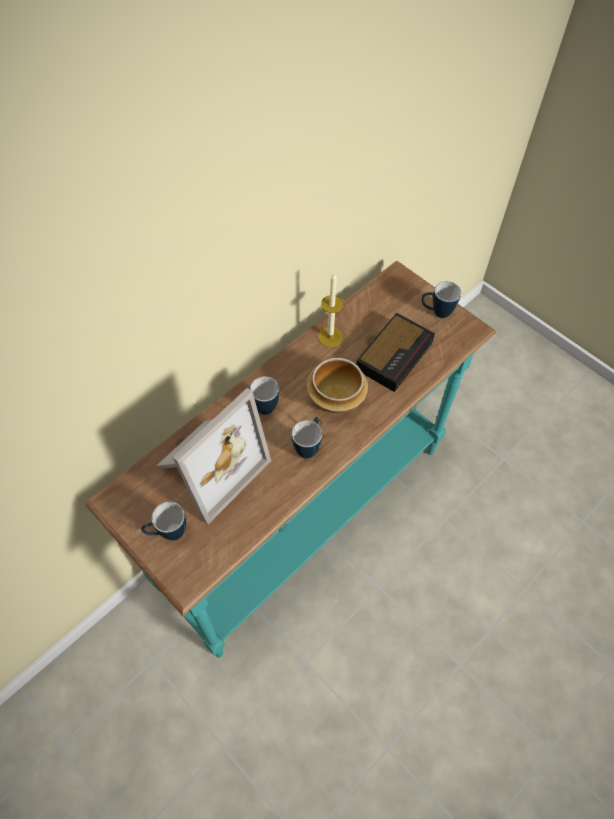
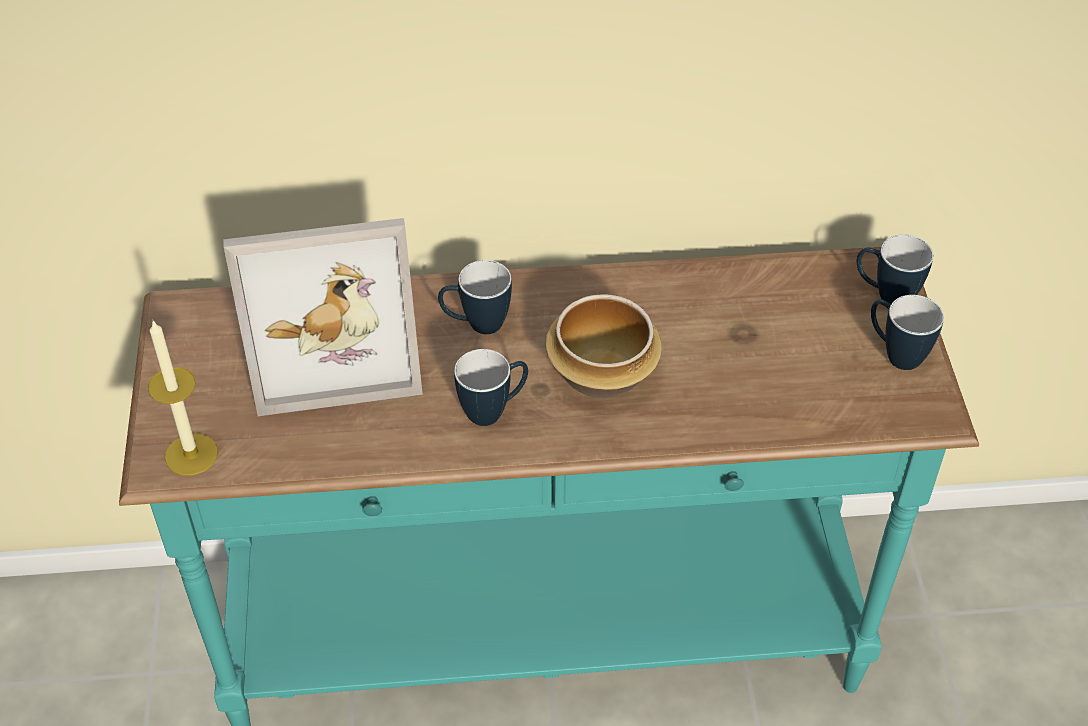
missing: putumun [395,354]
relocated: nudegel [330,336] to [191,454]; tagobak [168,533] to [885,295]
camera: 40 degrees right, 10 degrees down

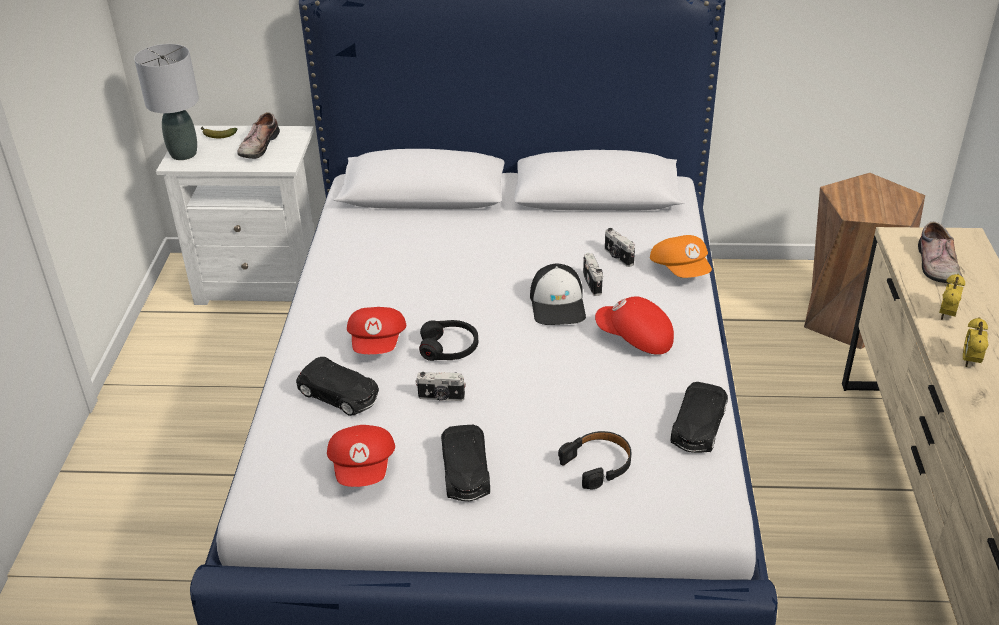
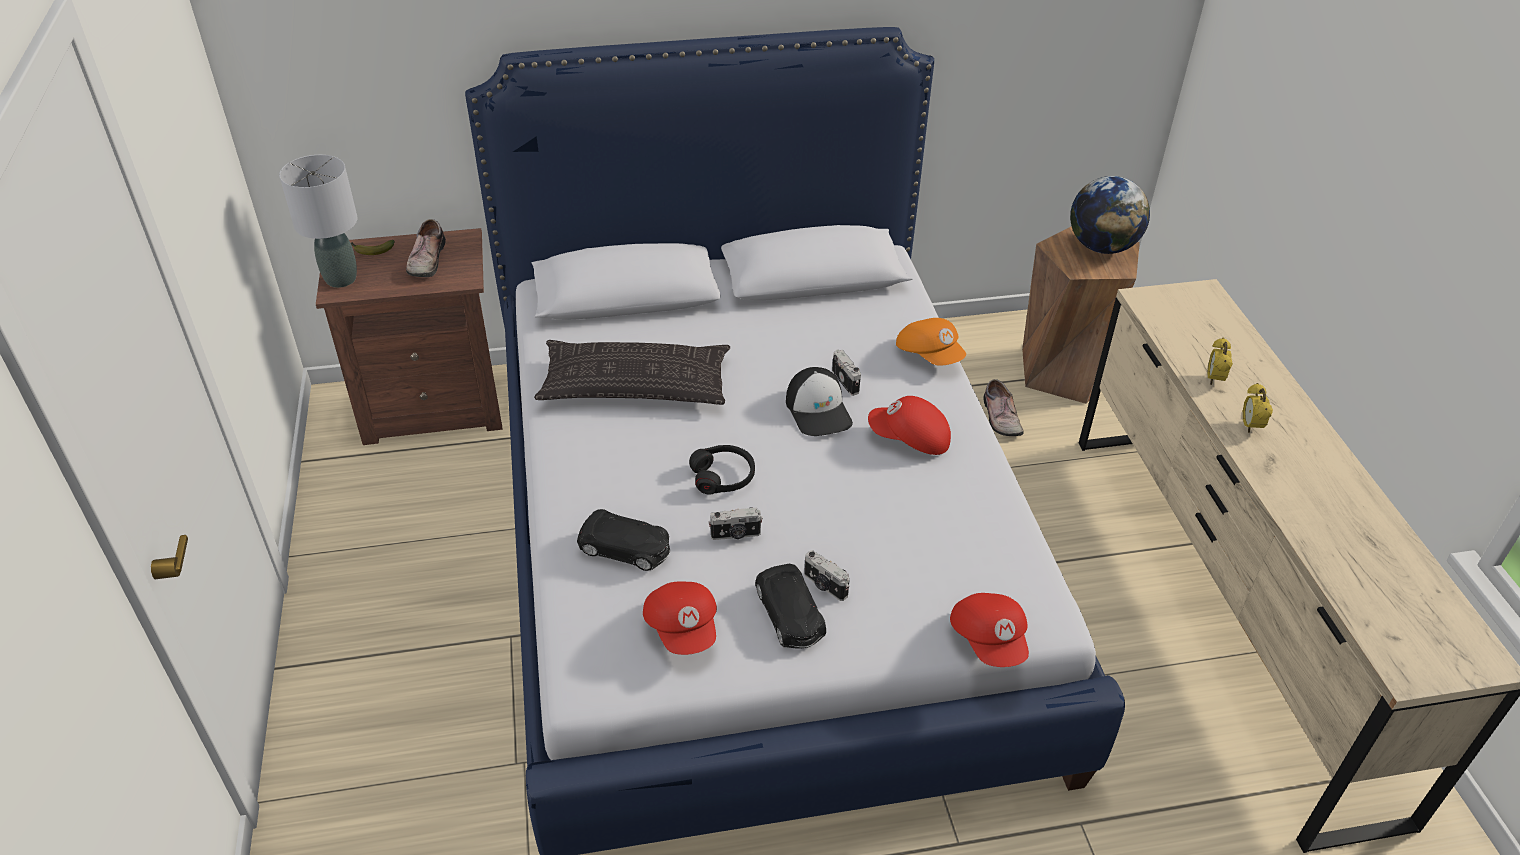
missing: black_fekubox [598,464]; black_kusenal [698,426]
appeared: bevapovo [634,384]; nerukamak [1102,247]
relocated: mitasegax [617,257] to [824,586]; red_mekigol [378,343] to [989,640]; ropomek [935,264] to [999,417]
colour: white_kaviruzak [263,281] to brown_kaviruzak [435,407]
camera: 15 degrees left, 5 degrees up

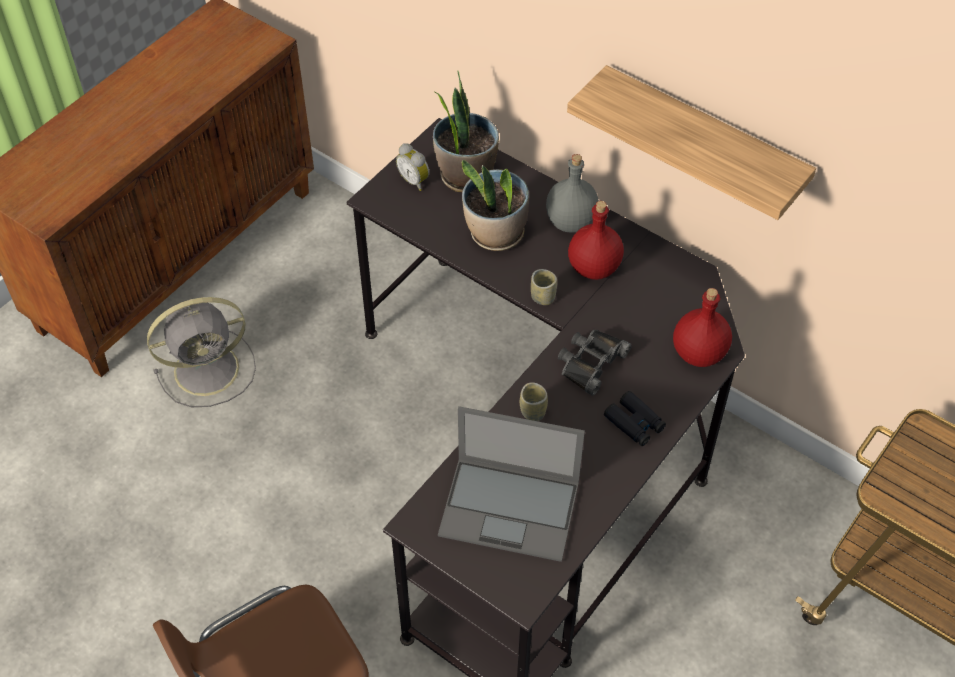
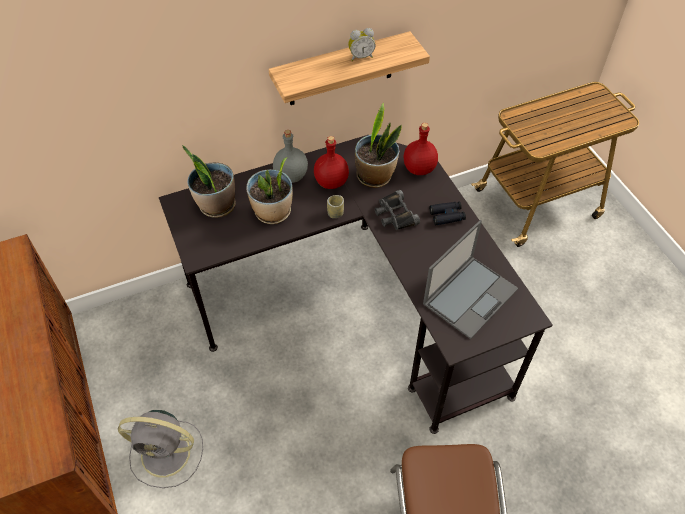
missing: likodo [533,412]
appeared: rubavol [375,176]
relocated: putumun [415,180] to [361,56]
spun: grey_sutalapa [209,368] = [168,454] 90 degrees clockwise
camera: 60 degrees left, 0 degrees up

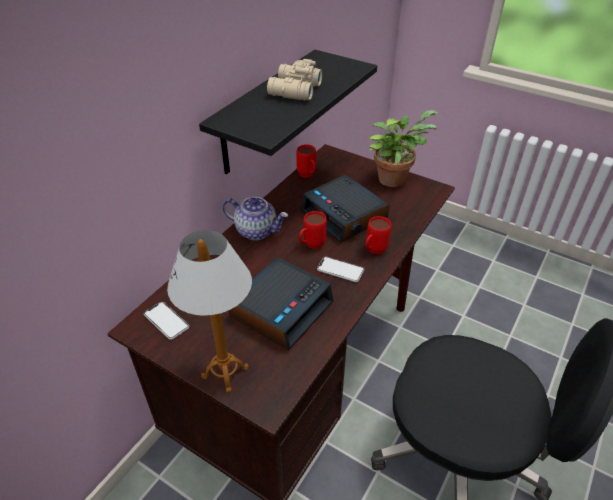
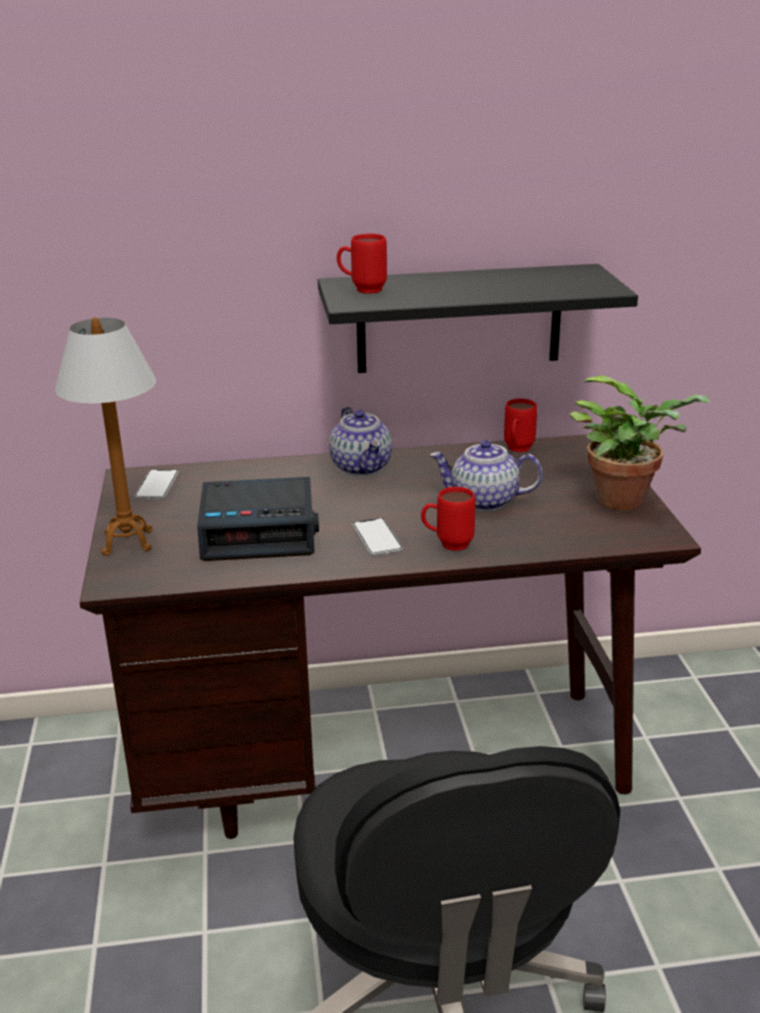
missing: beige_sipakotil [293,90]
relocated: red_tagobak [311,246] to [362,290]
exchanged: putumun [345,215] to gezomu [483,501]
camera: 50 degrees right, 15 degrees down

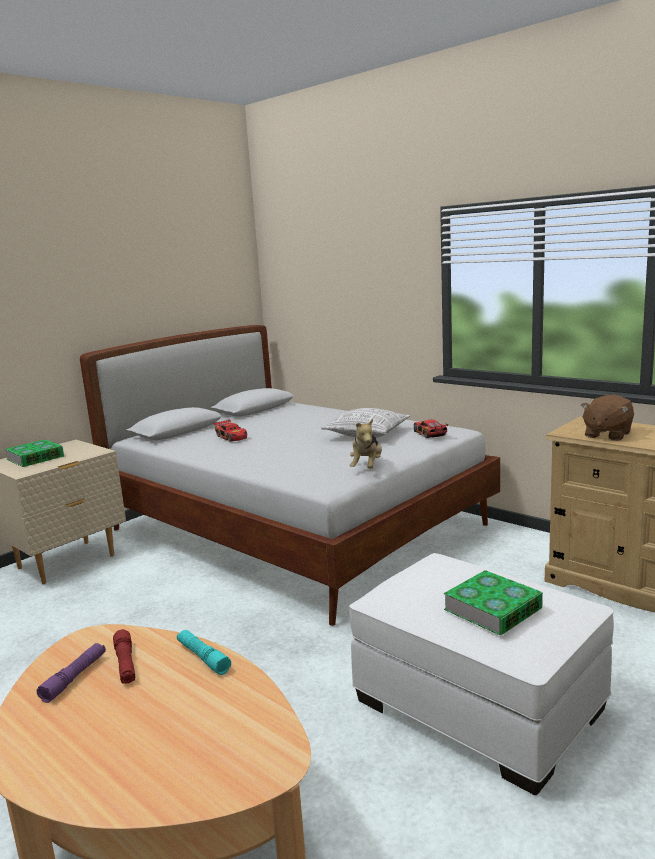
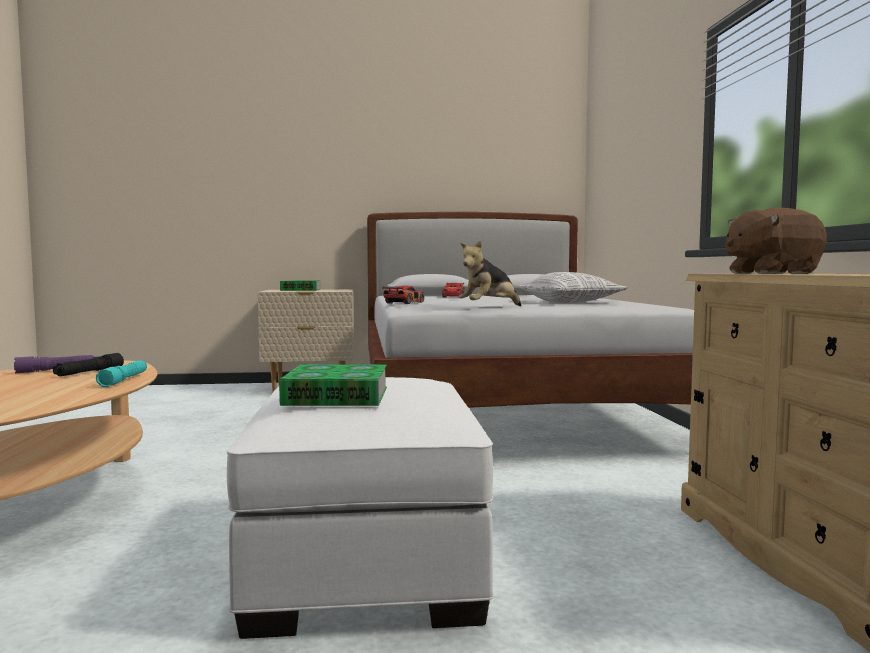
relocated: kusenal [429,434] to [404,303]
colour: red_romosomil [125,664] to black_romosomil [89,373]
camera: 40 degrees right, 10 degrees down

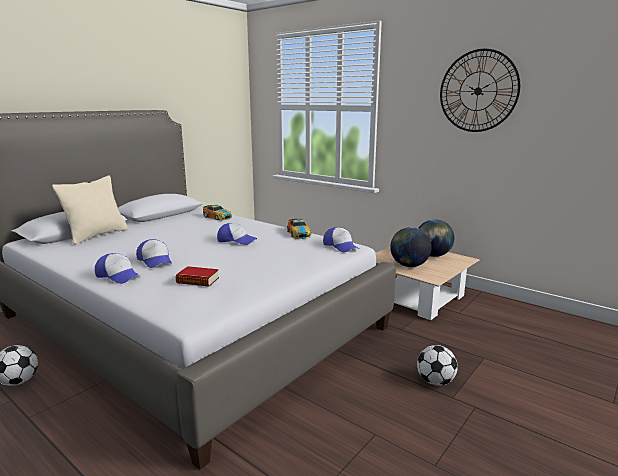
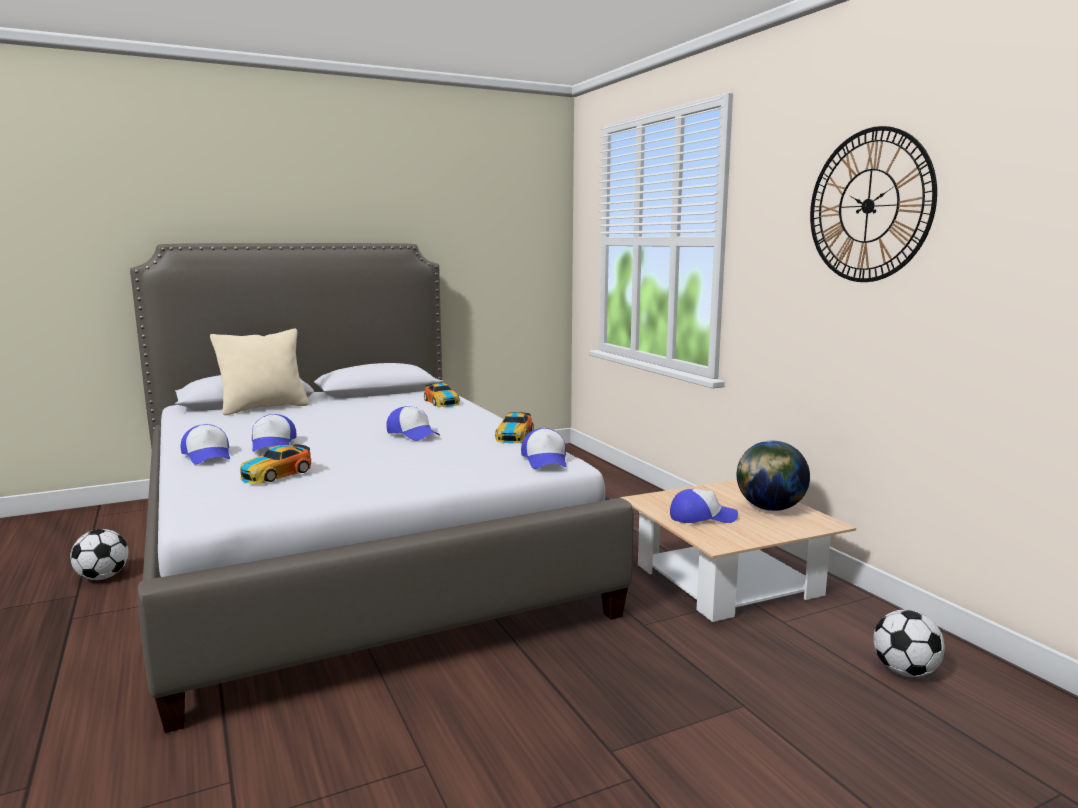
relocated: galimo [435,382] to [905,671]
exchanged: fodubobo [197,280] to kusenal [276,474]; nerukamak [409,265] to mekigol [702,517]
camera: 25 degrees right, 5 degrees down

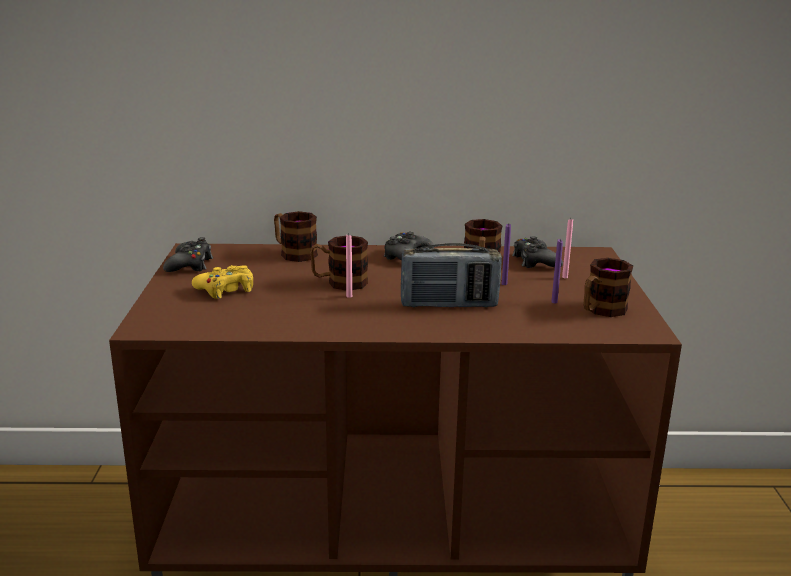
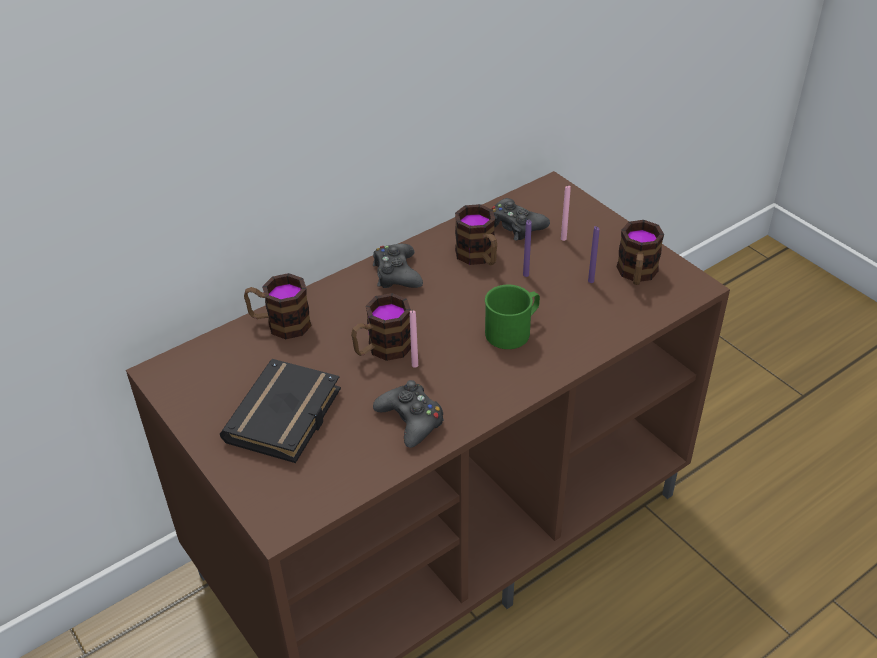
relocated: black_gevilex [190,265] to [411,420]
exchanged: yellow_gevilex [226,289] to black_fodubobo [285,419]; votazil [449,304] to green_tagobak [513,330]
camera: 35 degrees left, 20 degrees up

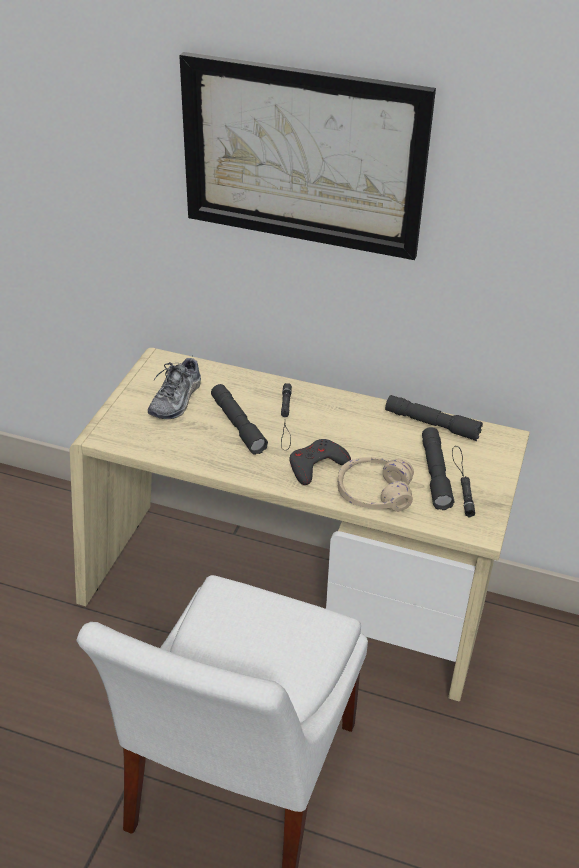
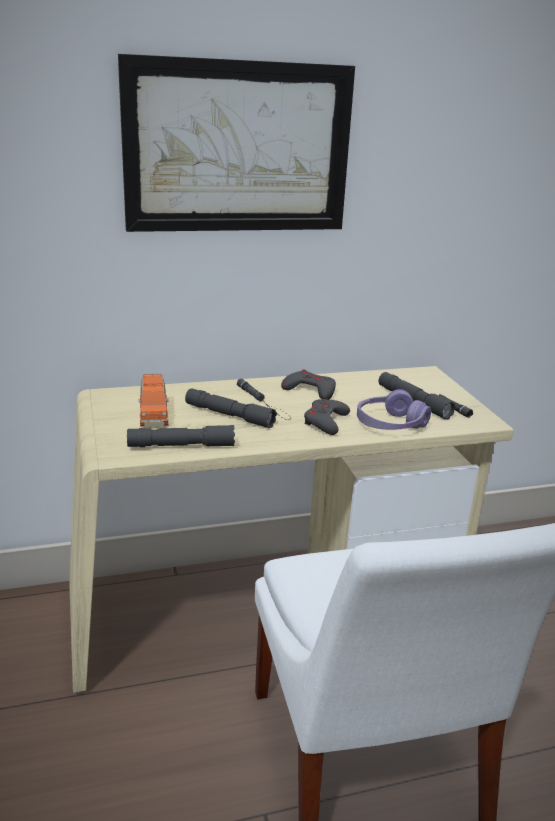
appeared: grey_gevilex [310,390]
relocated: grey_romosomil [432,424] to [181,446]
exchanged: ropomek [176,400] to orange_kusenal [153,414]
colour: beige_fekubox [374,493] to purple_fekubox [390,424]
camera: 35 degrees left, 15 degrees down

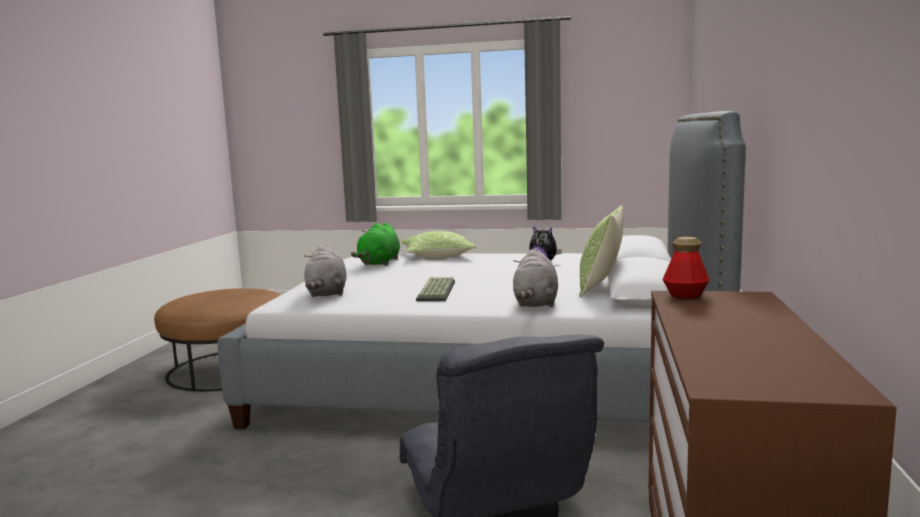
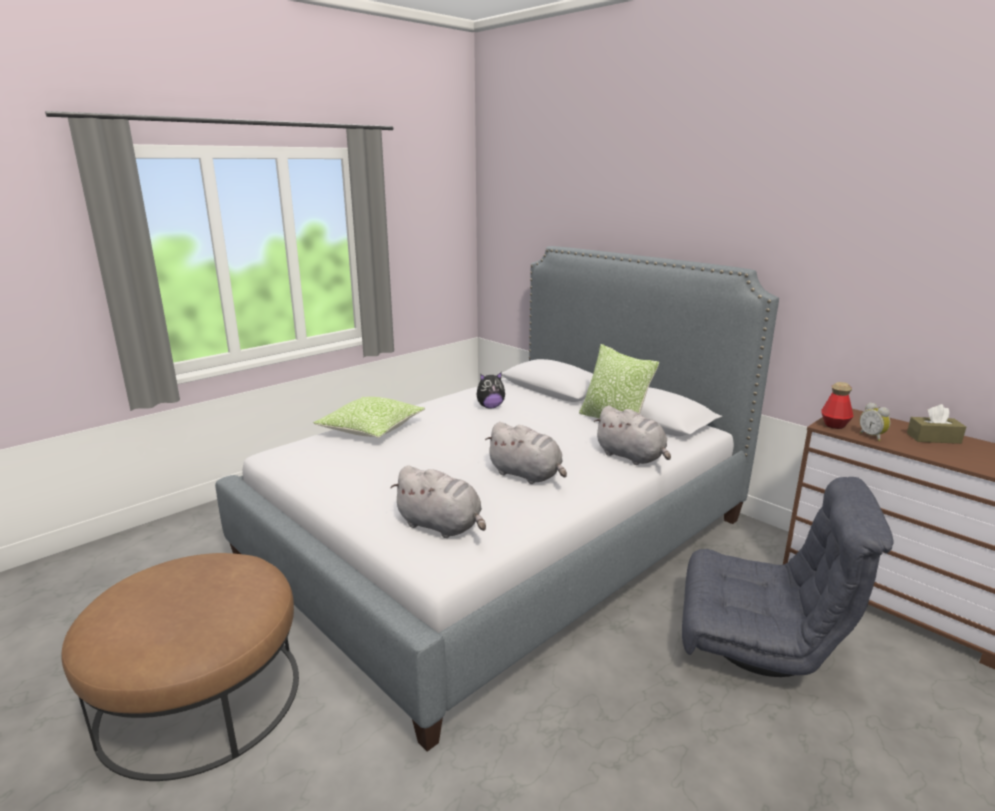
missing: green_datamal [379,263]
appeared: putumun [872,436]; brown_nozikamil [933,438]
exchanged: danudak [437,291] to grey_datamal [527,475]
camera: 55 degrees left, 10 degrees up

